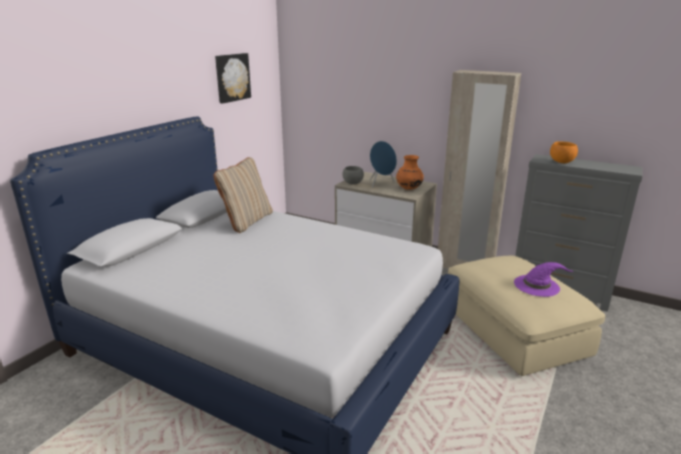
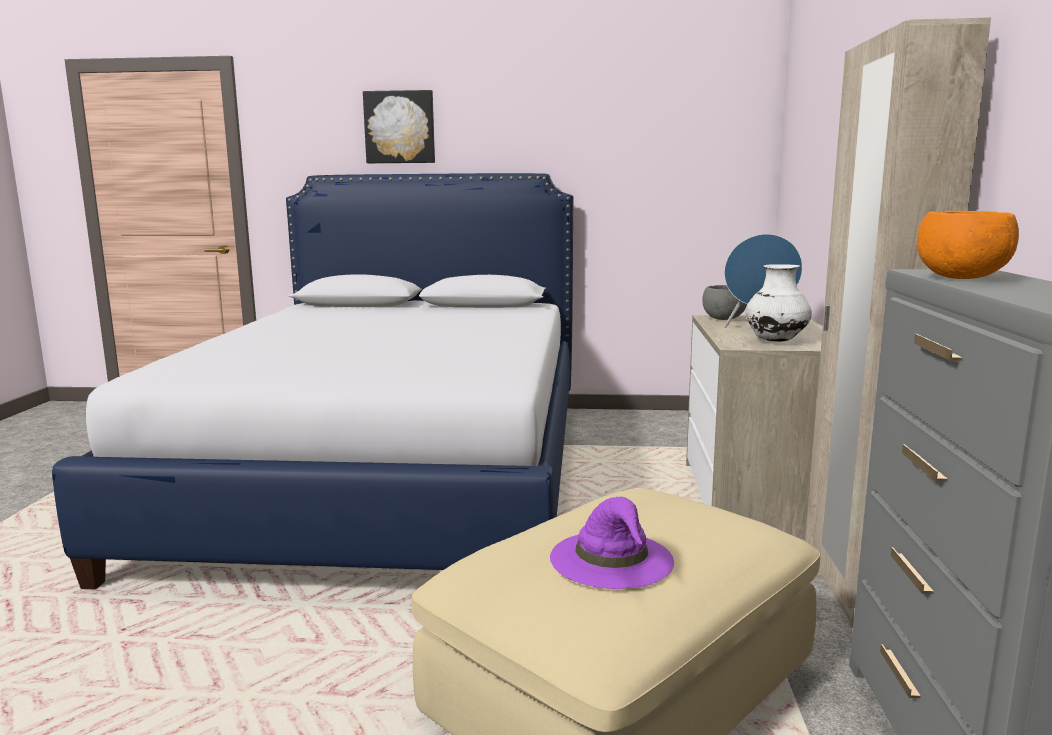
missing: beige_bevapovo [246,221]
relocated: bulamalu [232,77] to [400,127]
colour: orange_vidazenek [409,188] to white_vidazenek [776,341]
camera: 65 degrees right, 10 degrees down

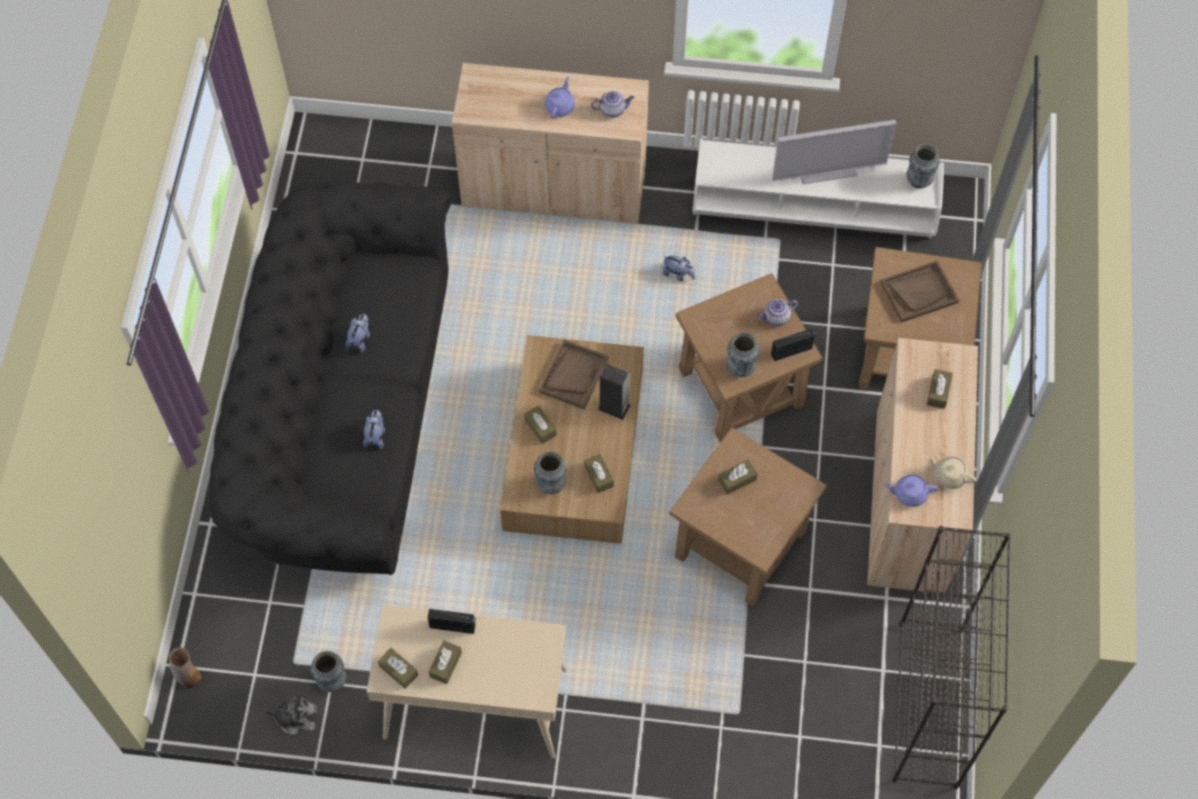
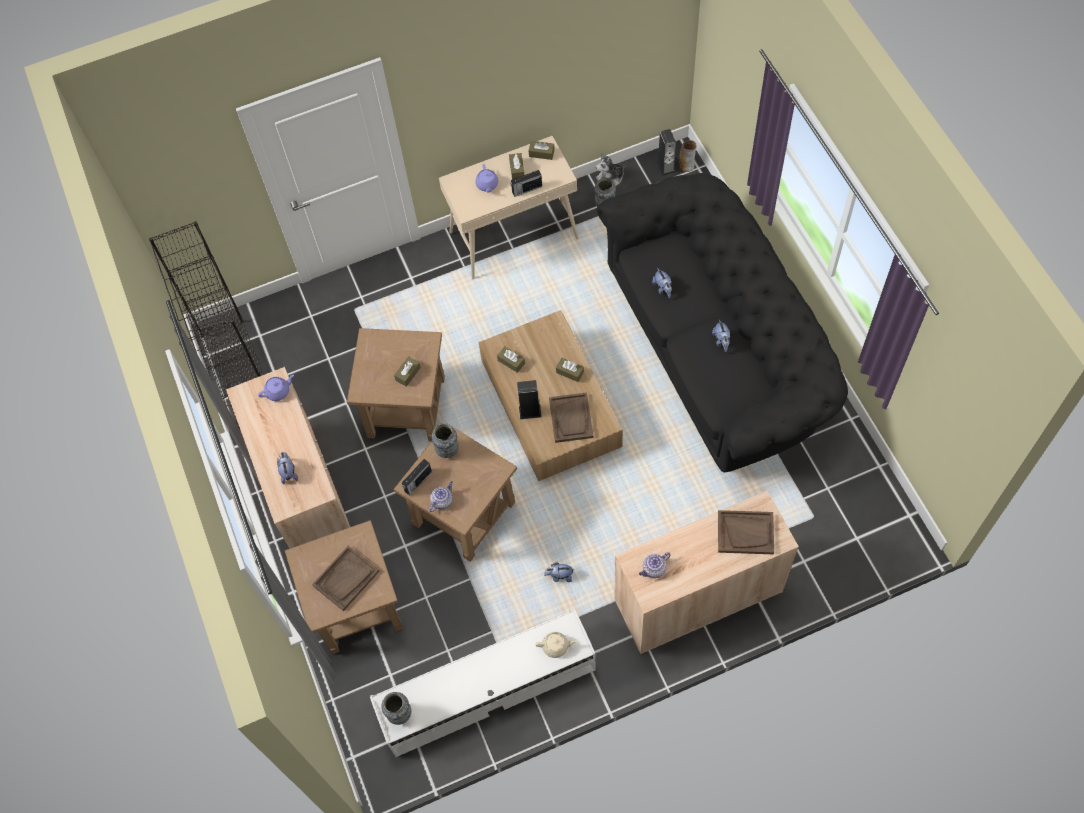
missing: vidazenek [551,484]; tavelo [827,171]
appeared: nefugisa [665,167]; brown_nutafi [745,533]
relocated: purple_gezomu [560,106] to [487,185]; beige_gezomu [949,475] to [556,646]
exchanged: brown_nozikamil [938,392] to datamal [288,472]
camera: 155 degrees right, 0 degrees up

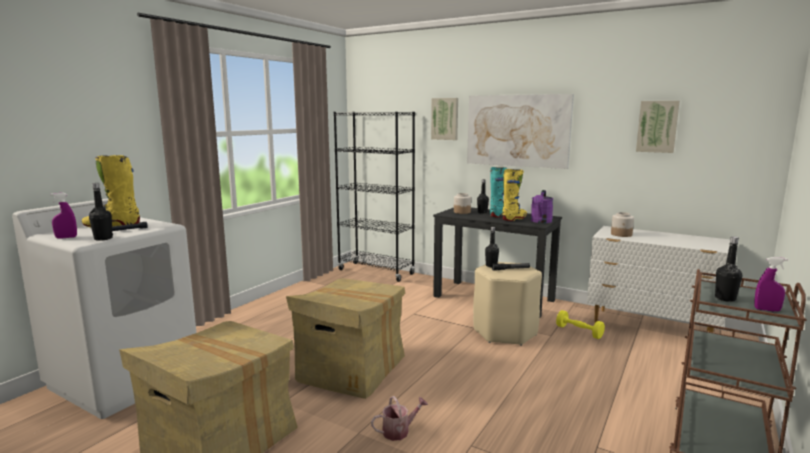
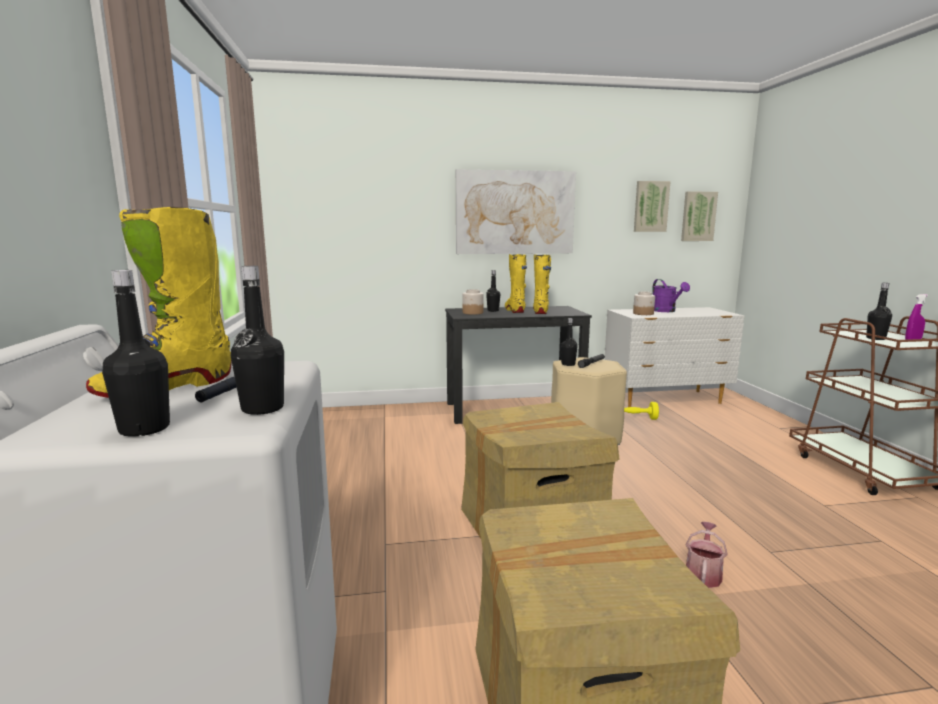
missing: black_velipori [376,272]
relocated: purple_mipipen [540,221] to [666,311]; bulamalu [445,119] to [698,216]
exchanged: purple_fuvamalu [66,237] to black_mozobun [144,429]
colour: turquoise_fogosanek [498,215] to yellow_fogosanek [515,311]
camera: 40 degrees left, 0 degrees up

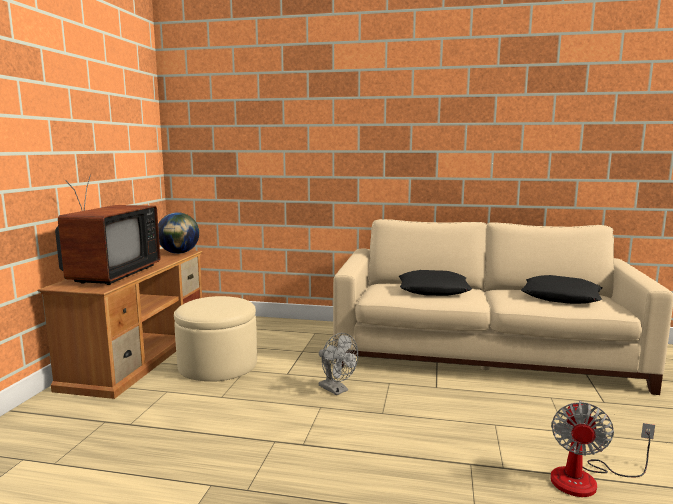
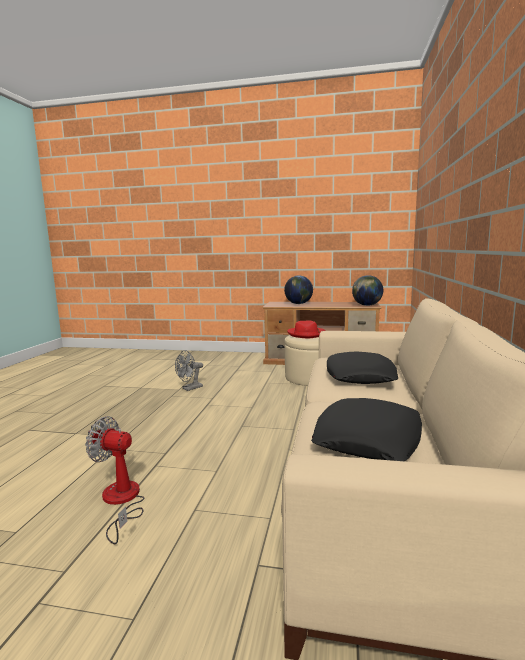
appeared: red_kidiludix [306,334]
relocated: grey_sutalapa [336,390] to [190,388]
exchanged: tavelo [109,275] to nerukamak [298,304]
camera: 90 degrees right, 0 degrees up

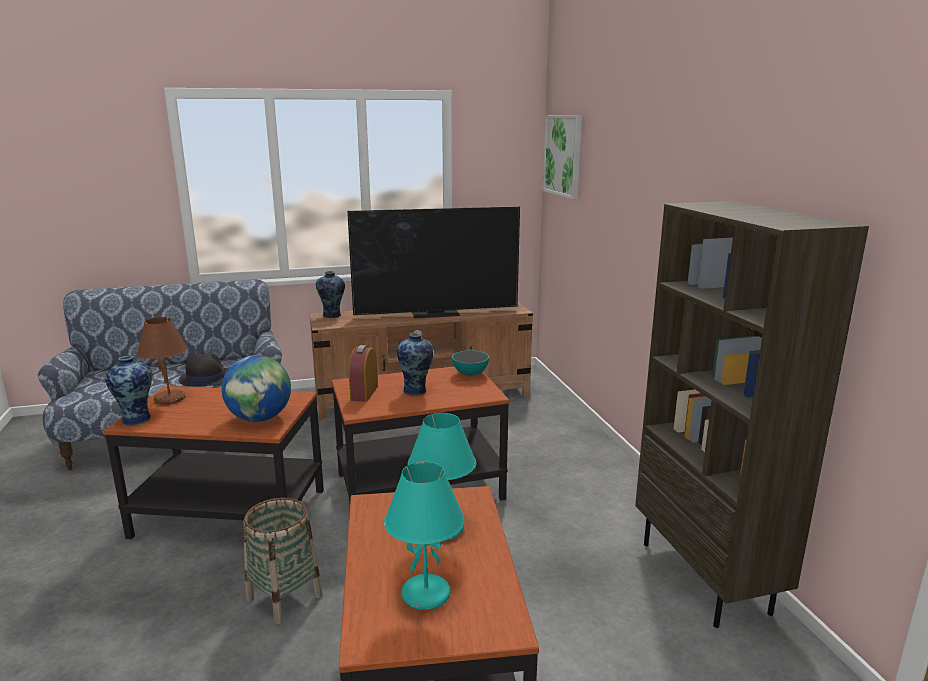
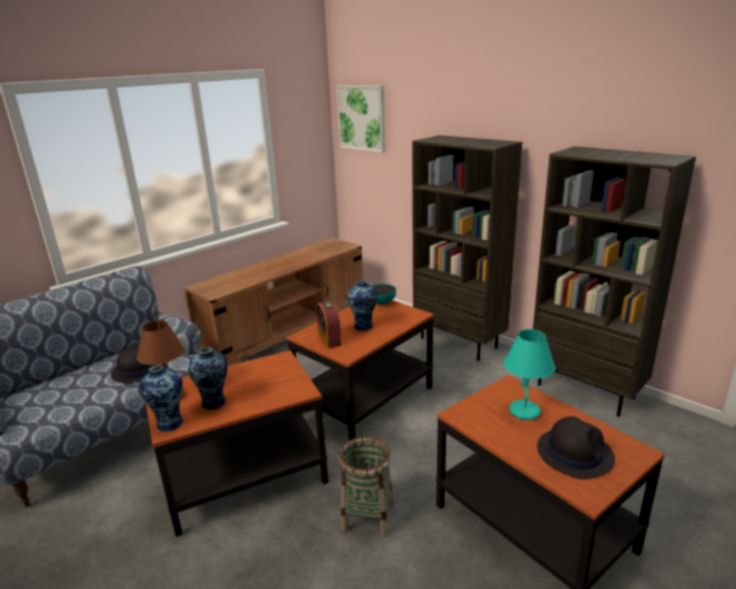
missing: nerukamak [260,418]; tavelo [436,313]
appeared: brown_velipori [459,342]
relocated: vidazenek [332,316] to [214,403]
exchanged: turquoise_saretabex [426,593] to black_kidiludix [574,453]
camera: 30 degrees left, 5 degrees up

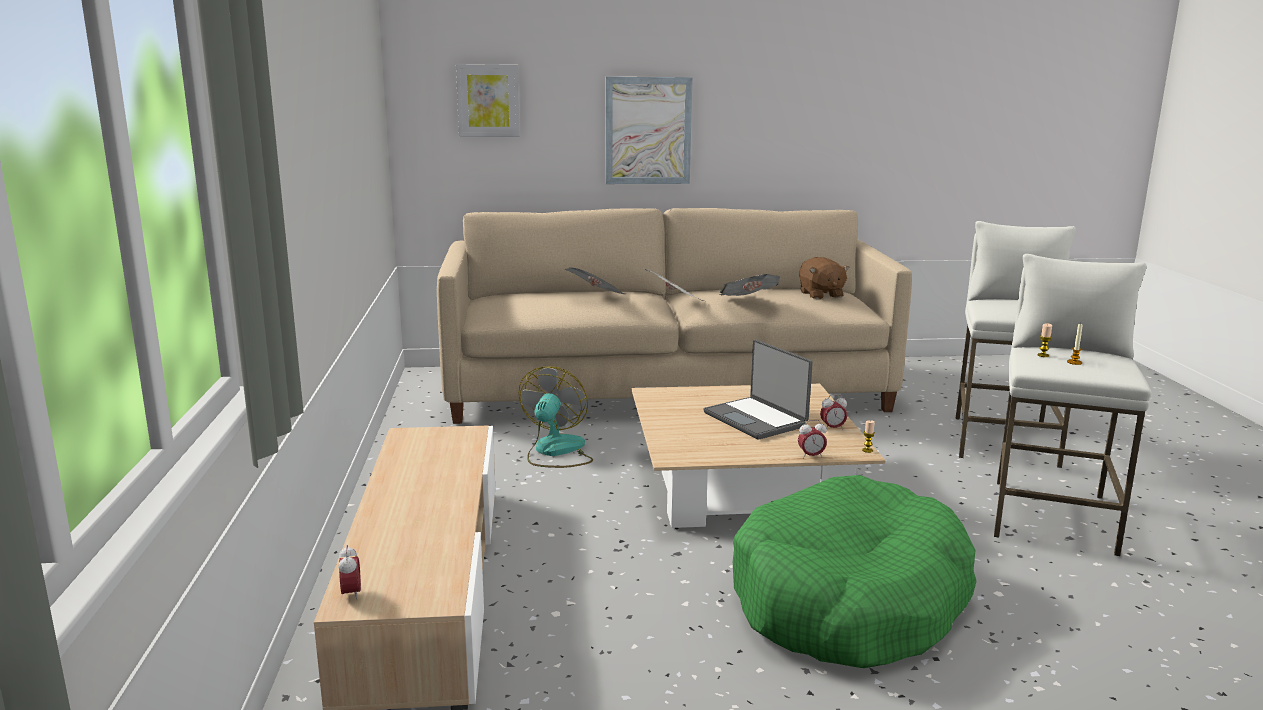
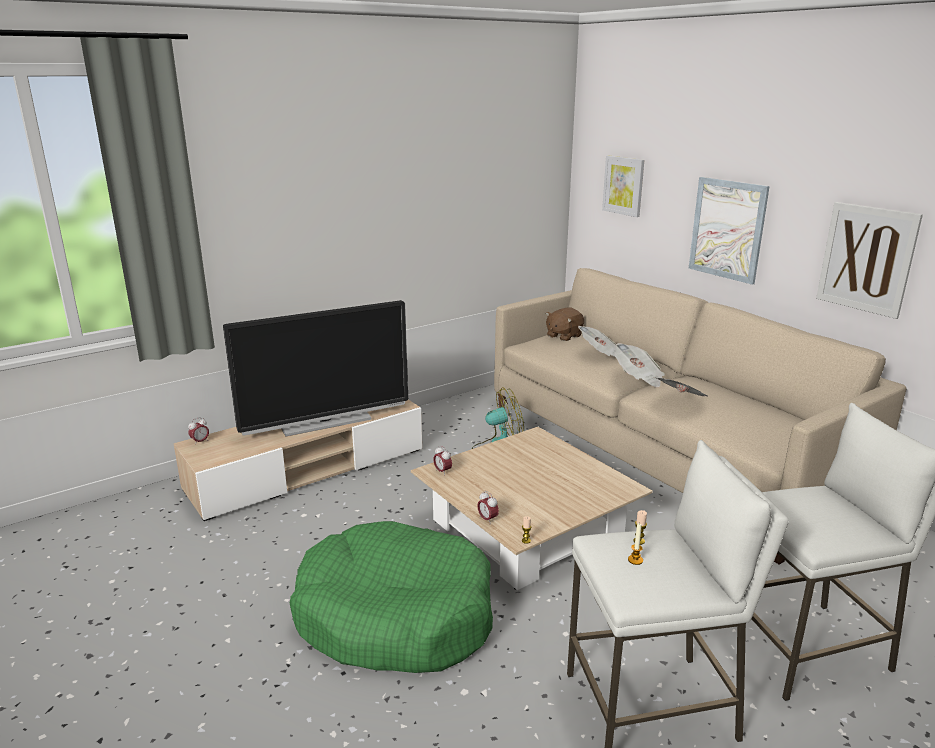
missing: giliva [756,419]
appeared: tavelo [325,422]; bulamalu [866,259]
relocated: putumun [832,428] to [442,471]; brown_datamal [820,295] to [563,336]
camera: 60 degrees right, 5 degrees up

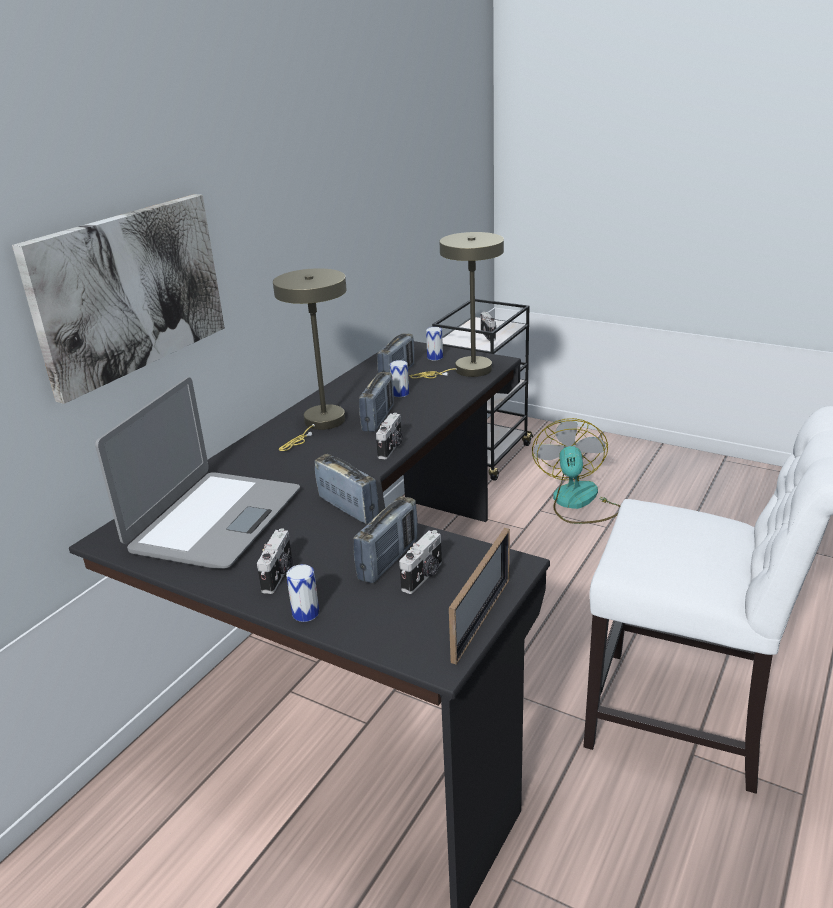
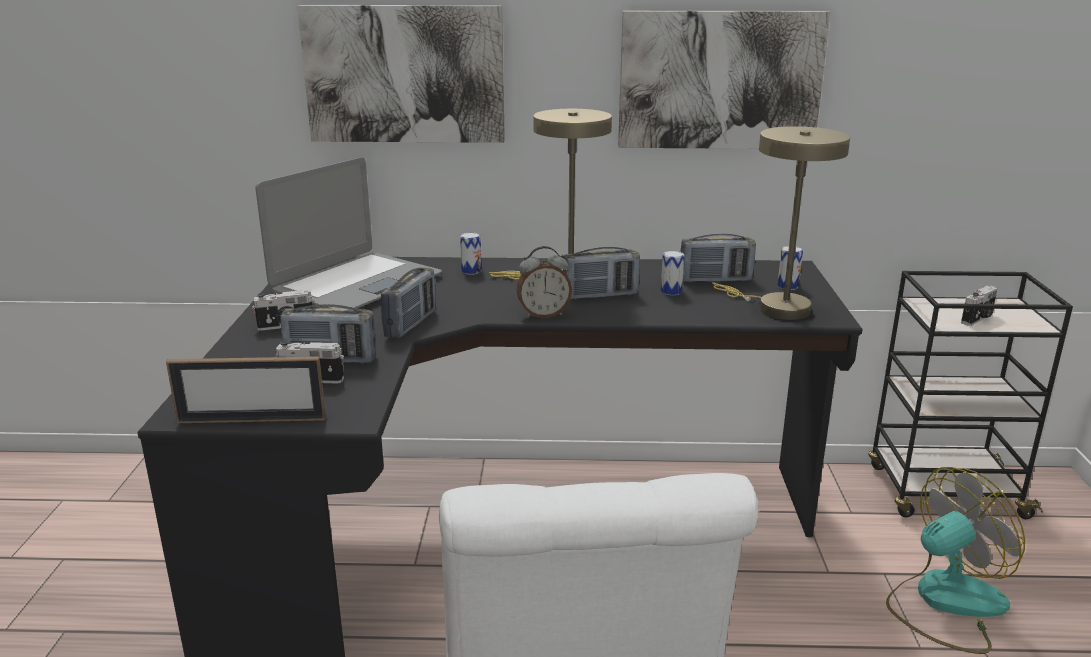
appeared: bulamalu [719,80]
relocated: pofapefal [305,613] to [471,271]
exchanged: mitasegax [391,448] to putumun [544,314]
spun: giliva [214,520] = [356,284] 45 degrees counterclockwise
camera: 60 degrees right, 5 degrees down

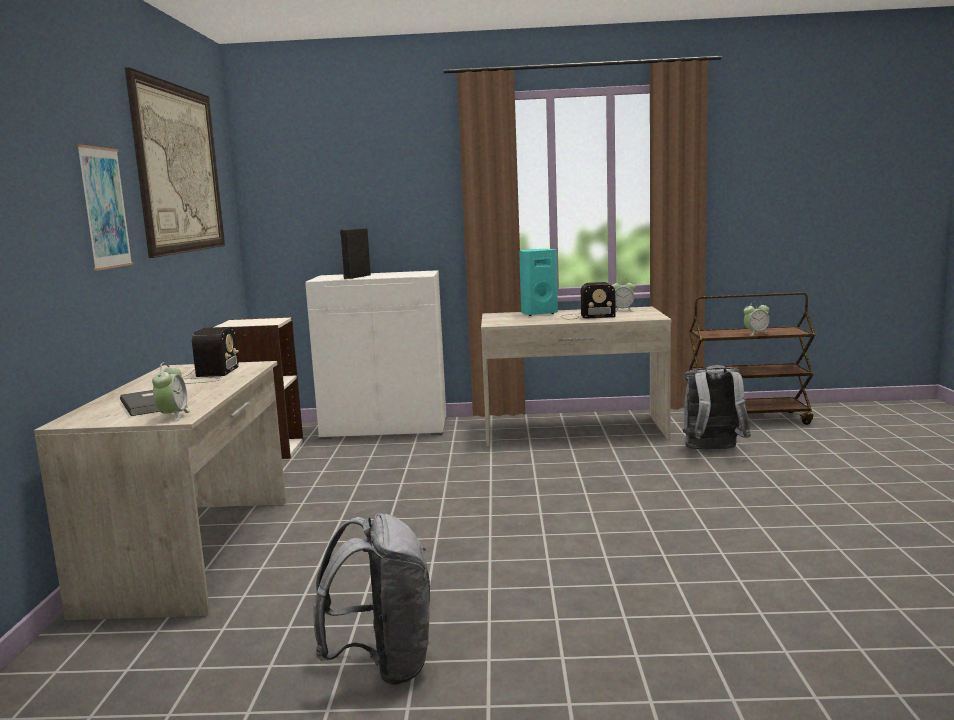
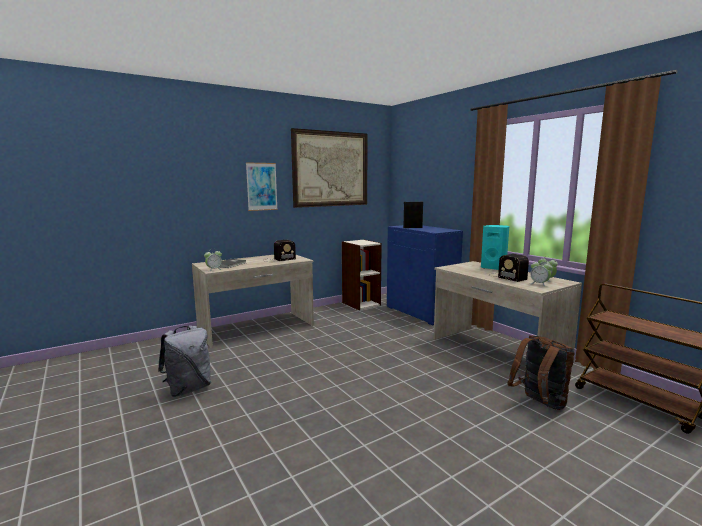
relocated: putumun [756,333] to [539,284]
colour: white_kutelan [386,428] to blue_kutelan [421,312]; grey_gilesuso [713,451] to brown_gilesuso [539,404]
camera: 55 degrees right, 0 degrees up

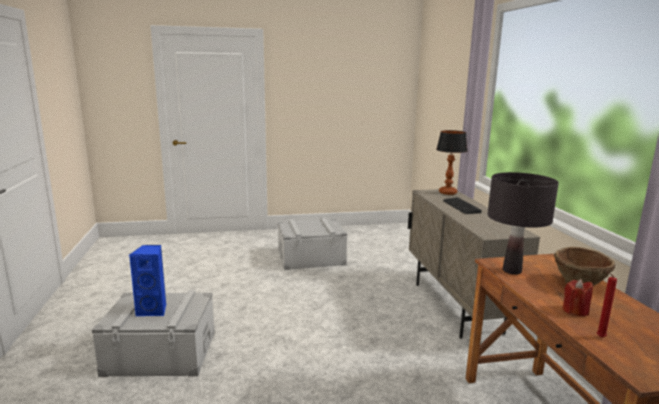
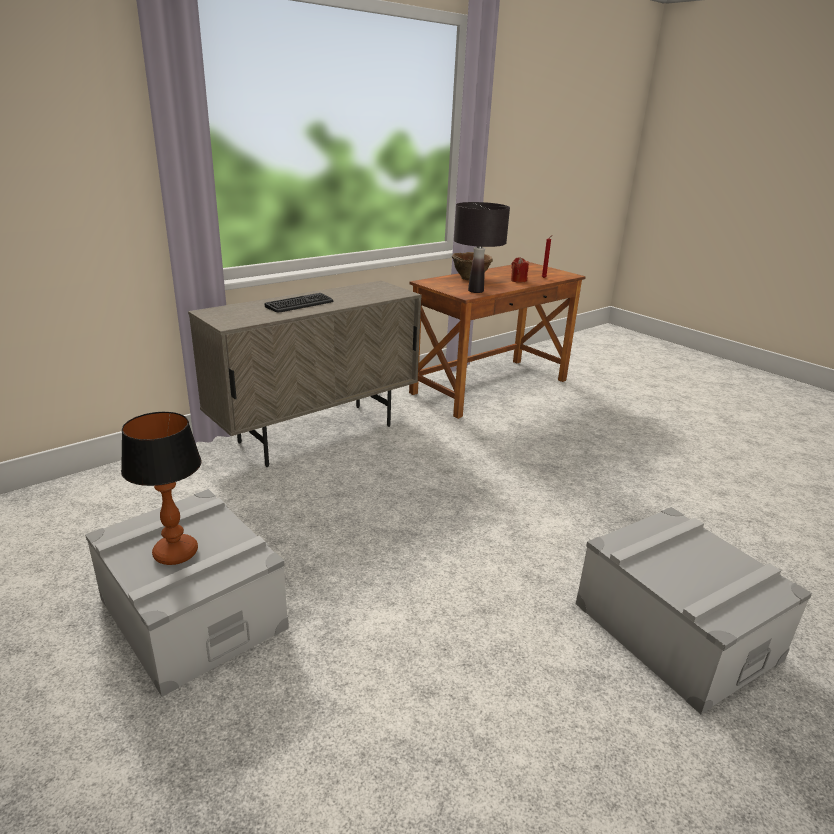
missing: blue_nefugisa [153,310]
relocated: saretabex [448,193] to [177,553]
camera: 120 degrees left, 10 degrees up

